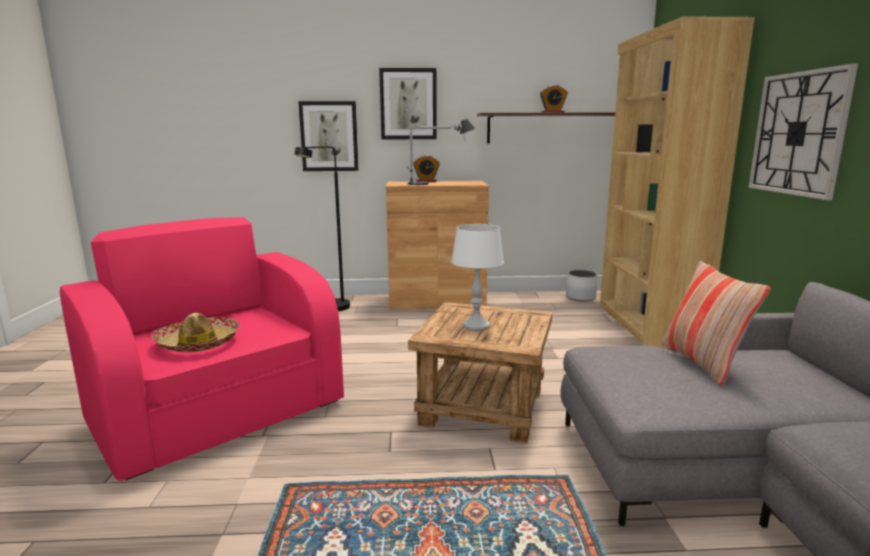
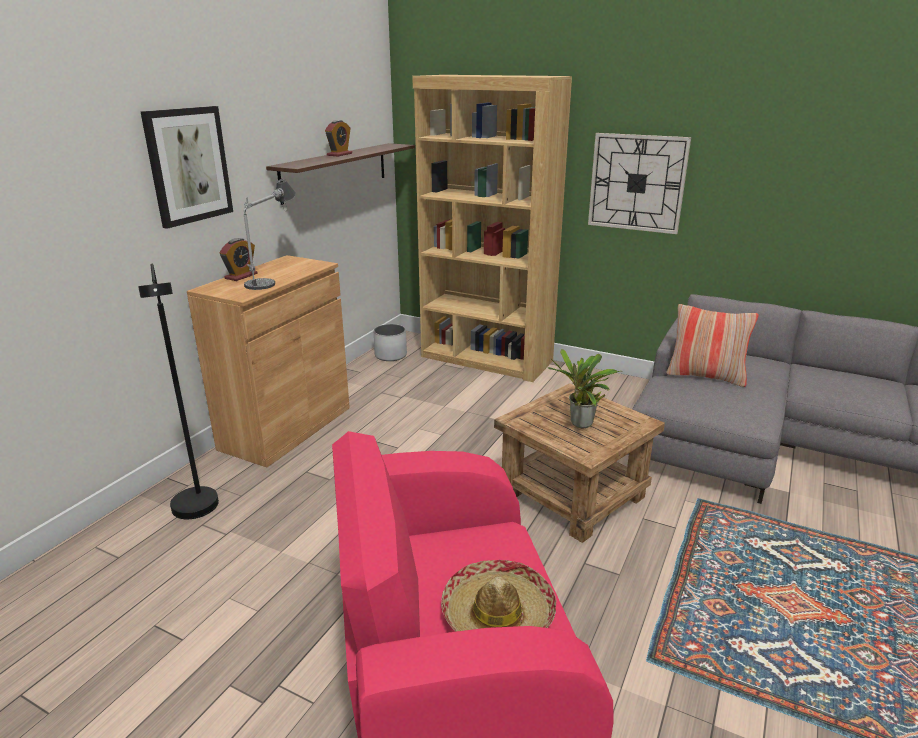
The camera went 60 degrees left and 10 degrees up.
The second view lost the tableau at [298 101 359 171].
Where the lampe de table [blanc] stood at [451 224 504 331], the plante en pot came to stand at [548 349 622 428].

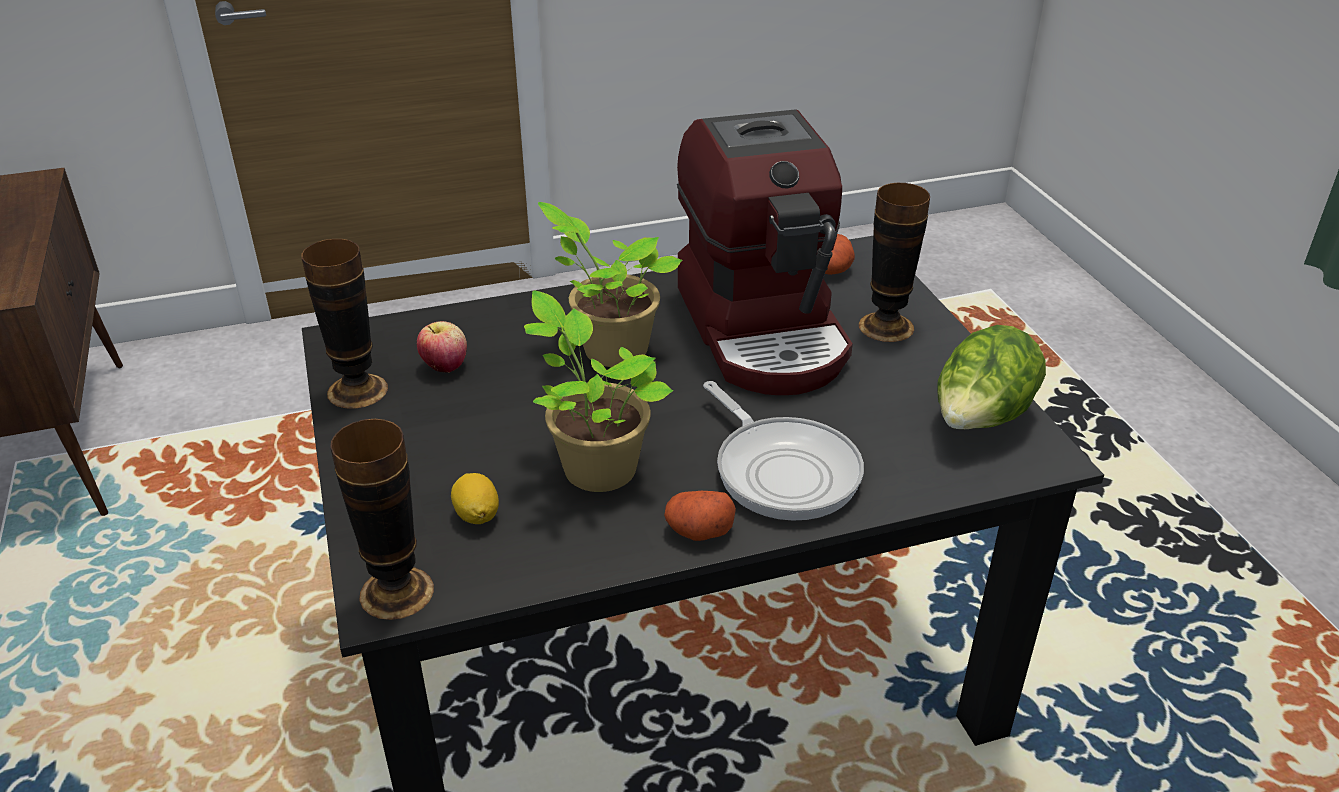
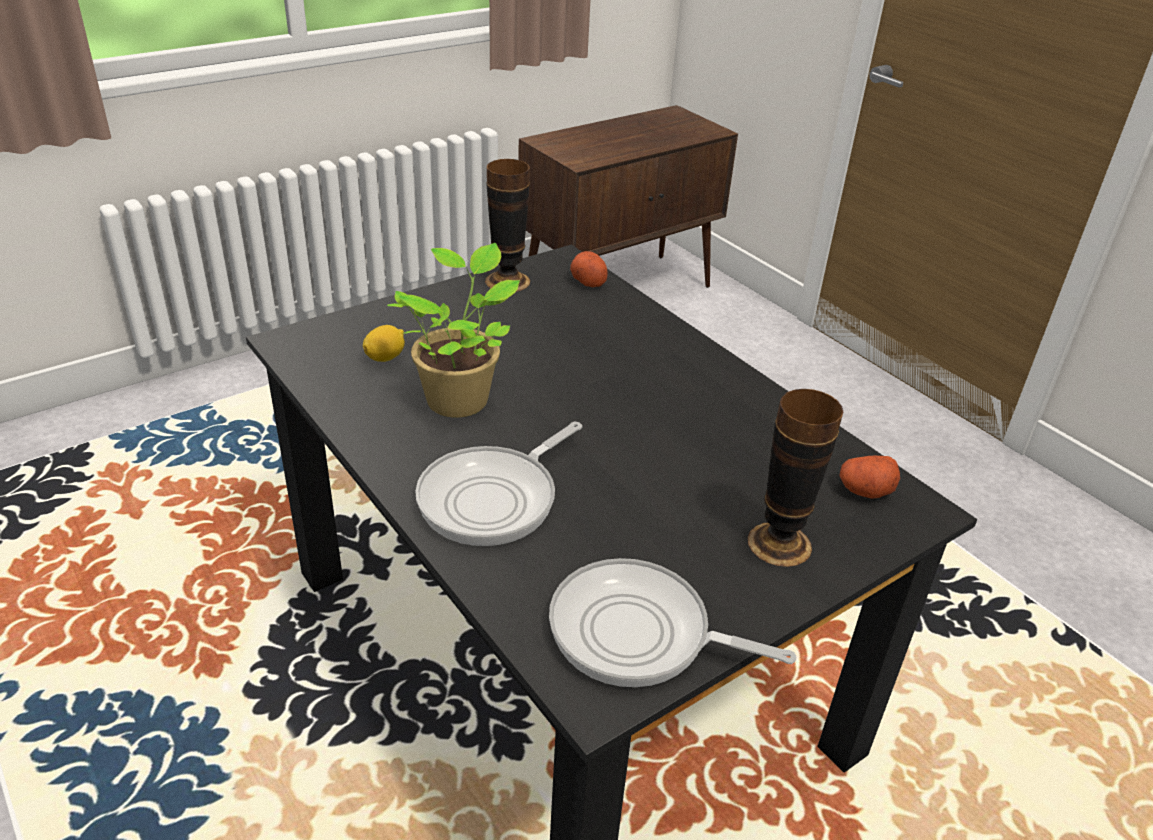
The camera went 70 degrees right and 0 degrees up.
The second view lost the vase at [330 419 434 620].
The second view lost the pomme at [417 321 467 373].
The second view lost the plante en pot at [538 202 682 367].
The second view lost the machine à café at [677 109 853 395].
The pomme de terre ended up elsewhere, having gone from [664 491 736 541] to [570 251 608 287].
Where the laitue stood at [937 325 1046 430], the poêle came to stand at [549 558 796 687].

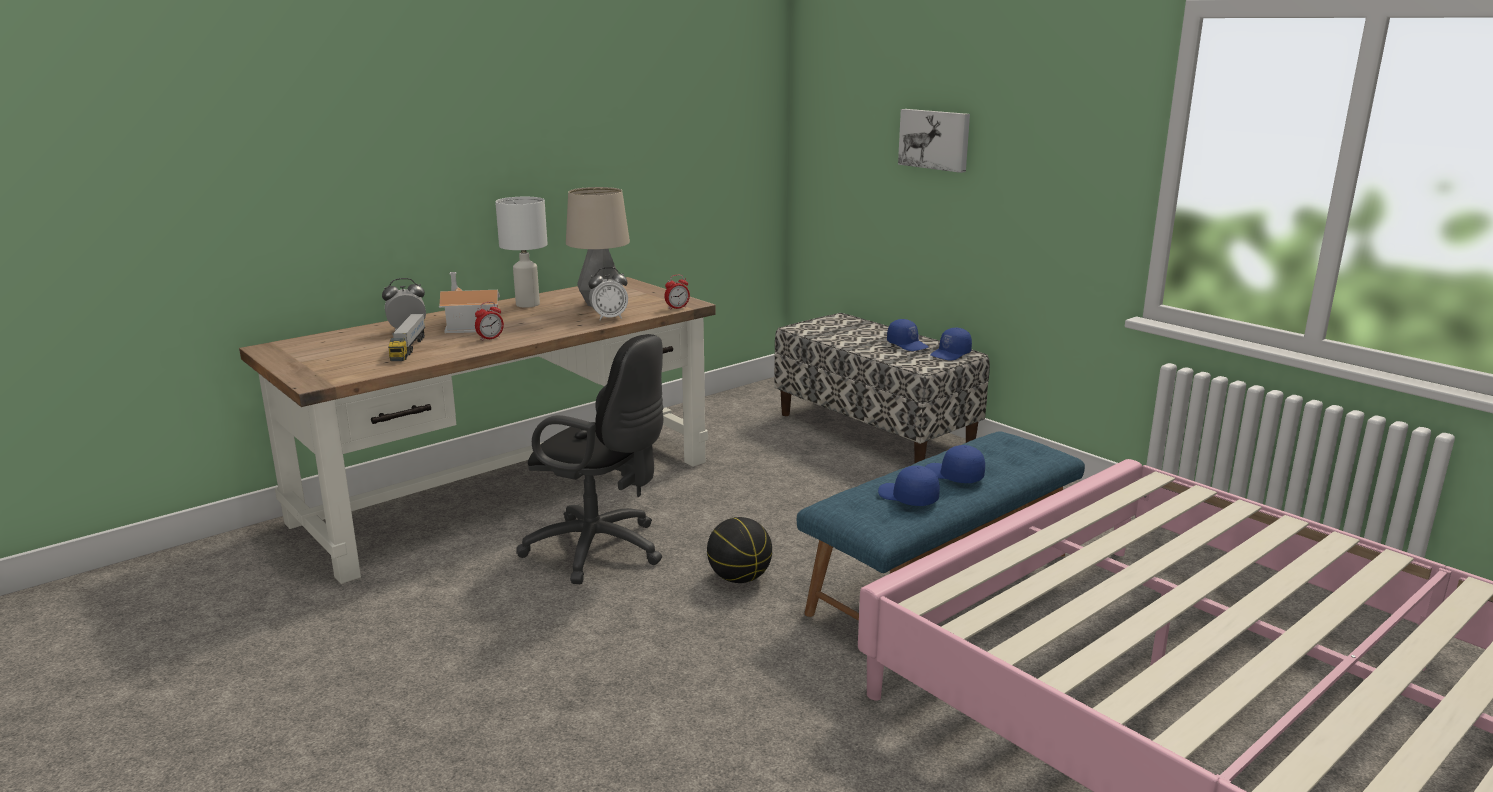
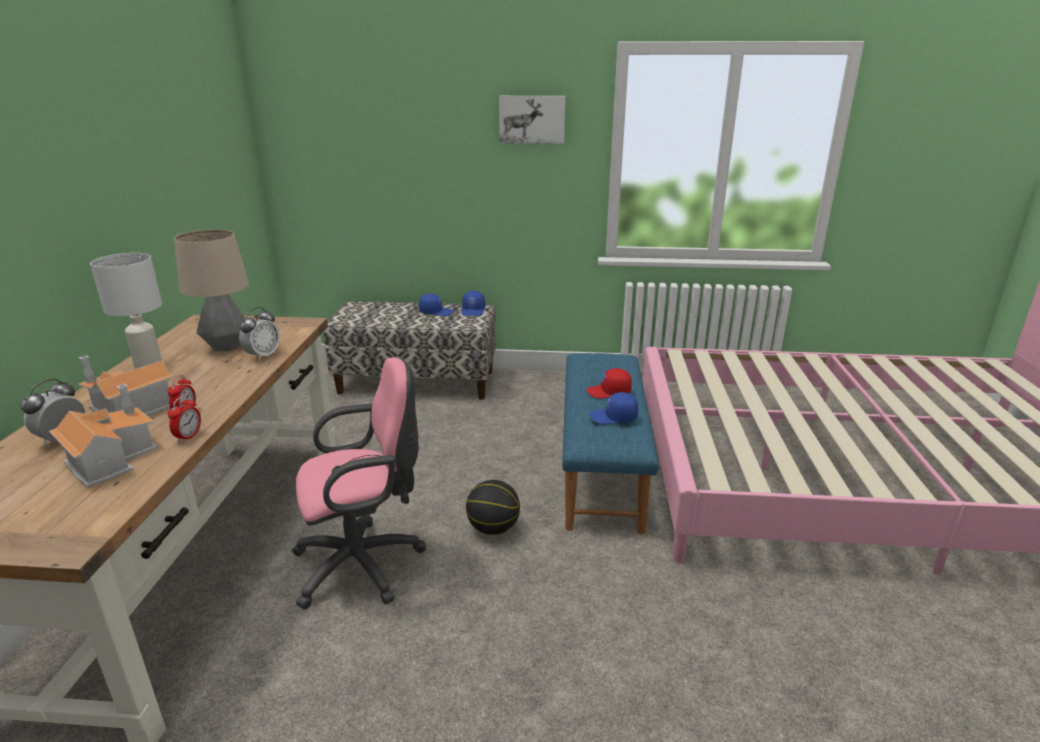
The camera went 45 degrees left and 5 degrees up.
The réveil ended up elsewhere, having gone from [664 275 690 310] to [168 396 201 443].
The tableau ended up elsewhere, having gone from [898 109 970 173] to [499 96 566 144].
Where the camion jouet stood at [388 314 425 361], the maison miniature came to stand at [49 384 158 488].
What was the chaise de bureau [noir] at [516 334 663 584] turned into the chaise de bureau [rose] at [292 357 426 609].
What was the casquette [bleu] at [925 445 985 483] turned into the casquette [rouge] at [587 368 632 398].

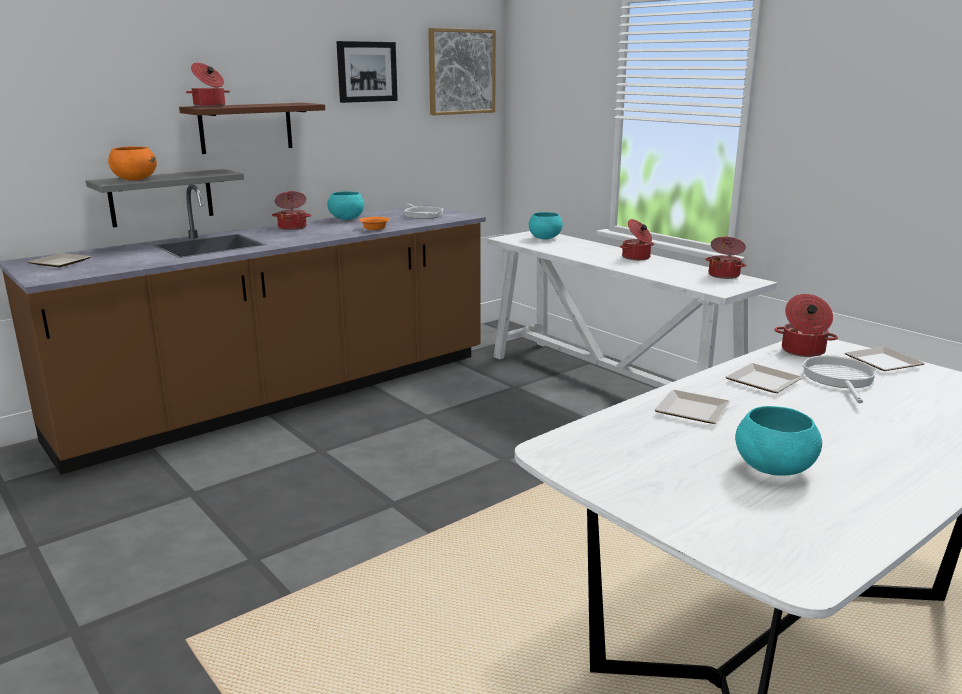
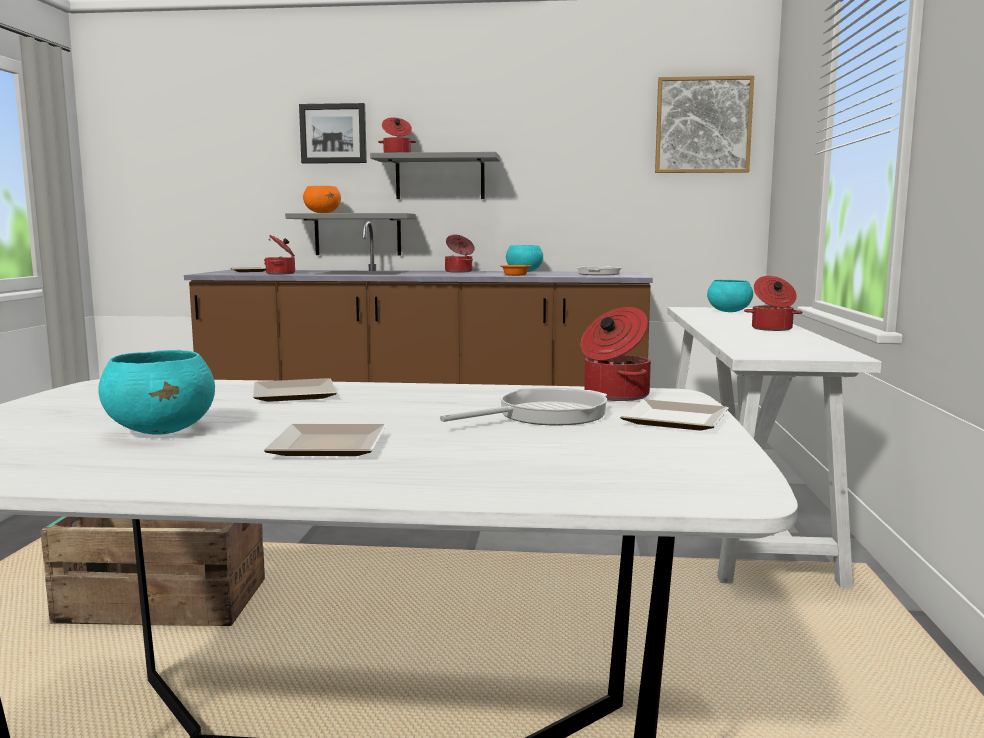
The camera went 45 degrees right and 10 degrees down.
The second view gained the caisse at [40 516 265 626].
The tableau ended up elsewhere, having gone from [336 41 398 103] to [299 103 367 164].
The marmite ended up elsewhere, having gone from [706 237 746 279] to [264 235 295 274].
The assiette ended up elsewhere, having gone from [725 363 803 393] to [263 424 387 456].
What was the étagère [marron] at [179 103 325 154] turned into the étagère [gris] at [370 152 500 199].

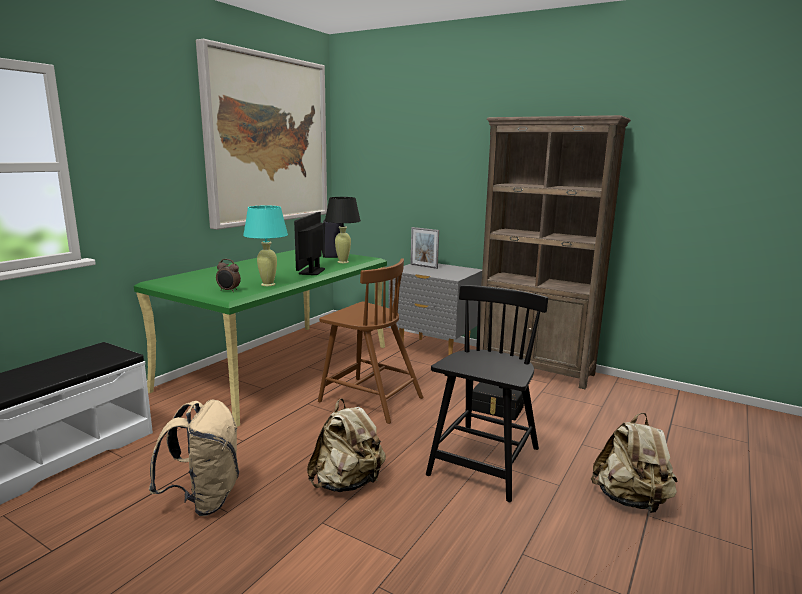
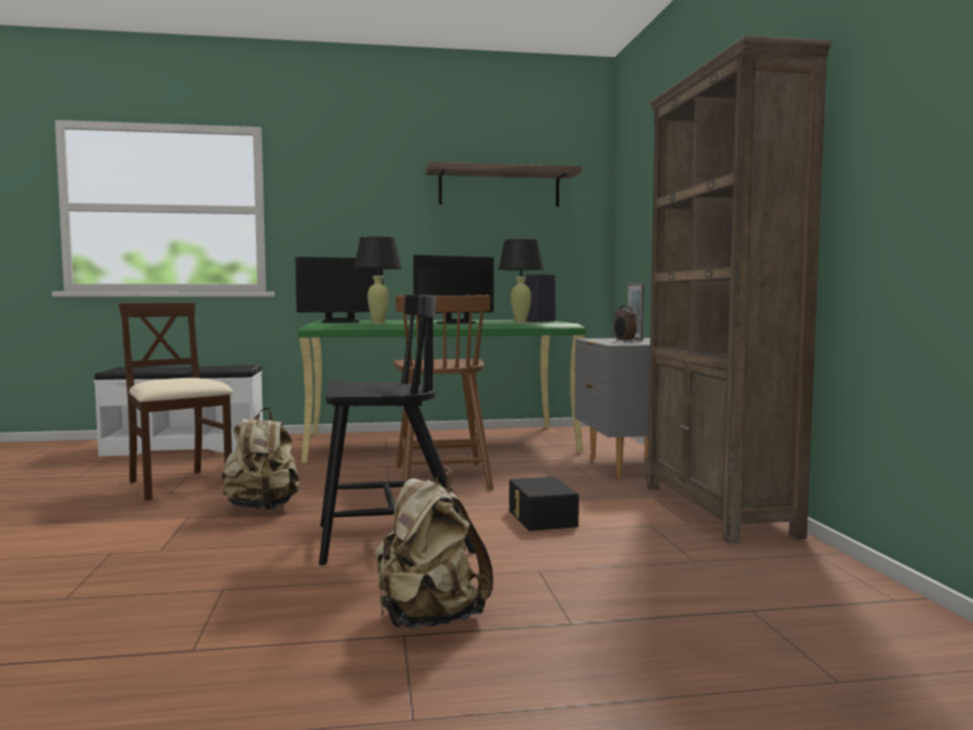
The camera went 50 degrees right and 10 degrees down.
The second view gained the écran d'ordinateur at [295 257 383 323].
The réveil ended up elsewhere, having gone from [216 259 241 292] to [613 305 637 342].
Where the sac à dos [beige] stood at [149 400 239 516], the chaise [beige] came to stand at [119 303 233 501].
Where the tableau hung at [196 39 327 230], the étagère came to hang at [426 162 582 207].
What was the lampe de table [turquoise] at [243 205 288 286] turned into the lampe de table [noir] at [354 236 401 324].

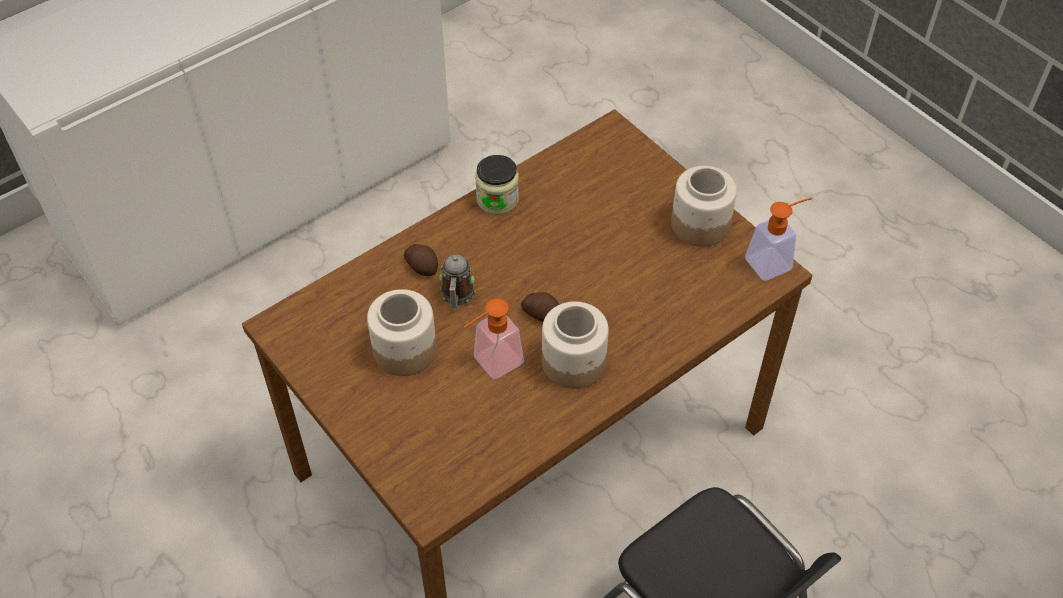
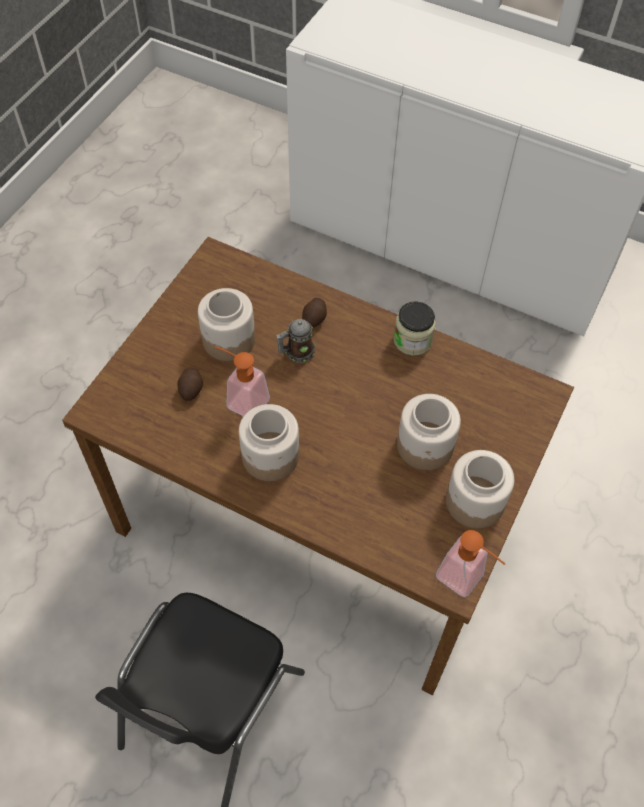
The camera went 65 degrees right and 5 degrees up.
The second view gained the bocal at [397 394 461 470].
The pomme de terre ended up elsewhere, having gone from [521 292 559 322] to [178 367 203 401].

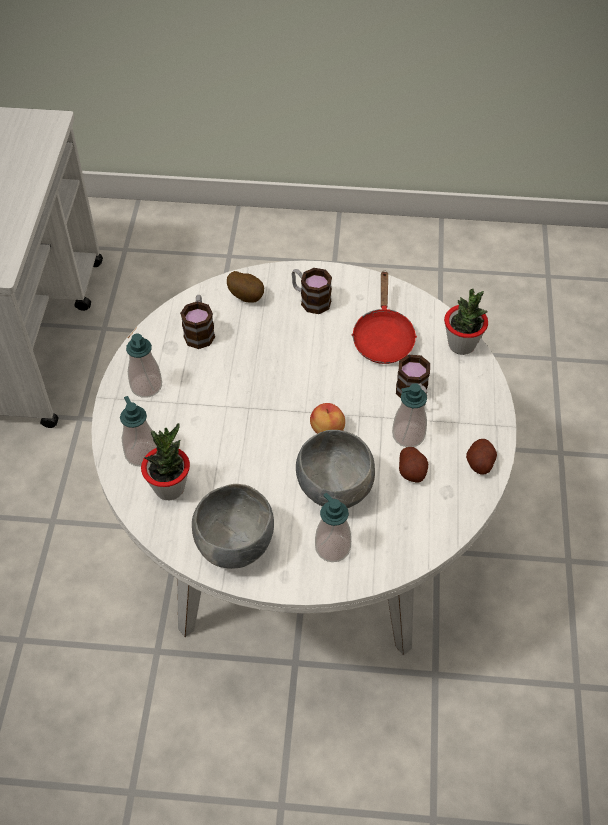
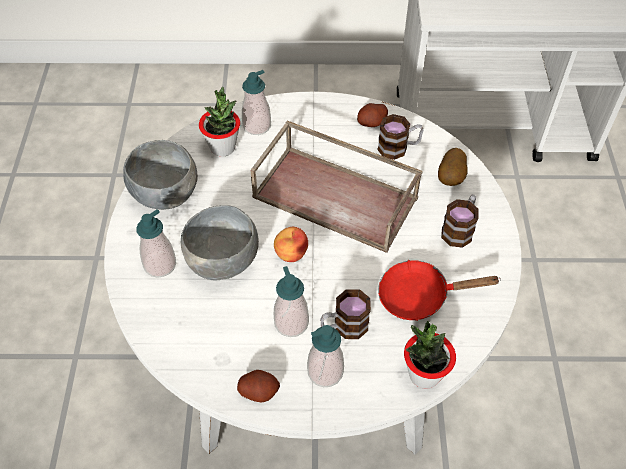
The camera went 85 degrees right and 0 degrees up.
The second view gained the plateau [marron] at [250 121 423 253].
The distributeur de savon ended up elsewhere, having gone from [126 334 162 398] to [307 325 344 387].
The pomme de terre ended up elsewhere, having gone from [399 447 428 482] to [357 103 388 127].

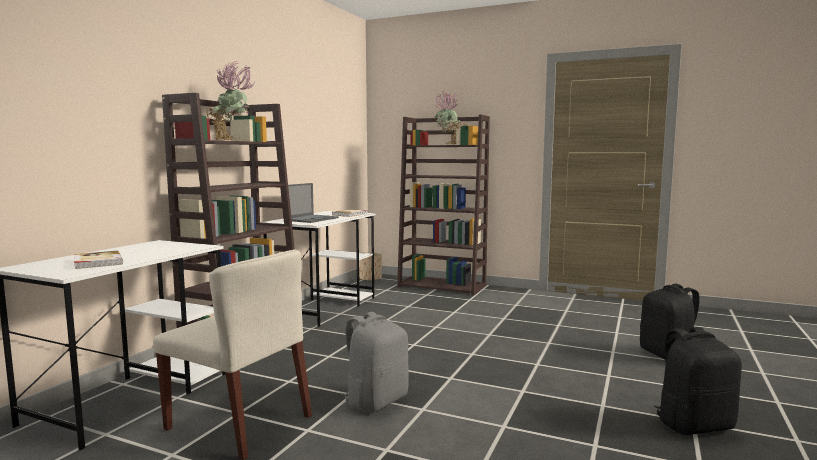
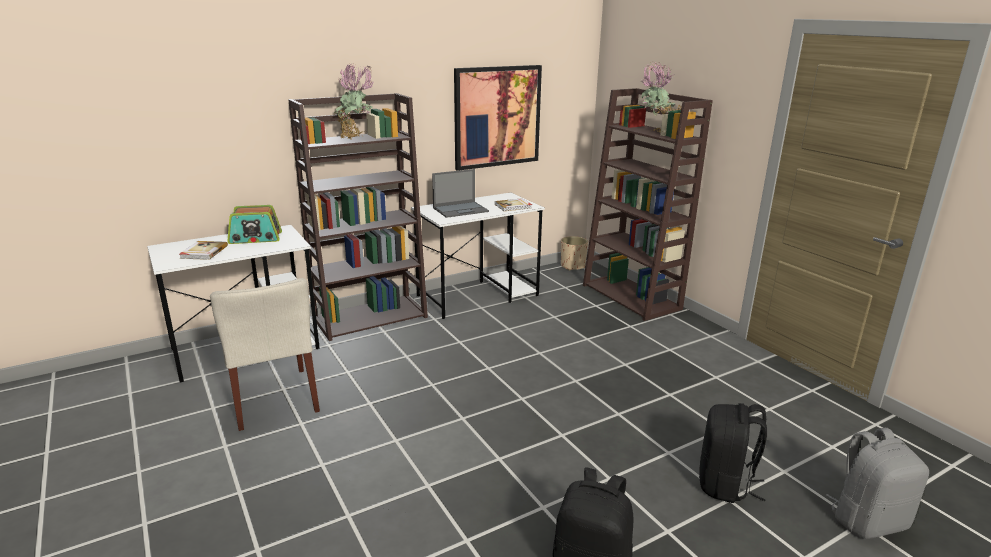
The camera went 35 degrees right and 15 degrees up.
The second view gained the radio at [227 205 282 244].
The second view gained the tableau at [454 65 542 171].
The sac à dos [gris] ended up elsewhere, having gone from [340 312 409 413] to [826 428 929 539].

